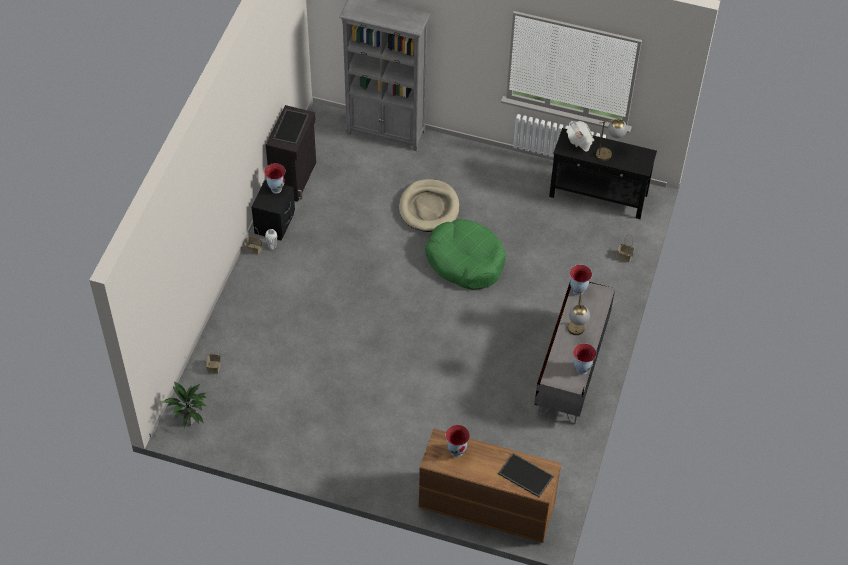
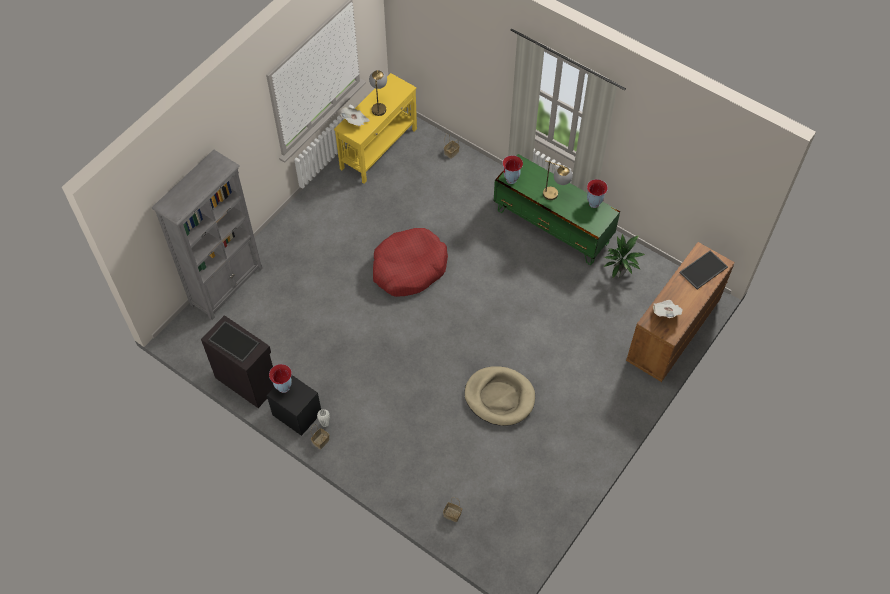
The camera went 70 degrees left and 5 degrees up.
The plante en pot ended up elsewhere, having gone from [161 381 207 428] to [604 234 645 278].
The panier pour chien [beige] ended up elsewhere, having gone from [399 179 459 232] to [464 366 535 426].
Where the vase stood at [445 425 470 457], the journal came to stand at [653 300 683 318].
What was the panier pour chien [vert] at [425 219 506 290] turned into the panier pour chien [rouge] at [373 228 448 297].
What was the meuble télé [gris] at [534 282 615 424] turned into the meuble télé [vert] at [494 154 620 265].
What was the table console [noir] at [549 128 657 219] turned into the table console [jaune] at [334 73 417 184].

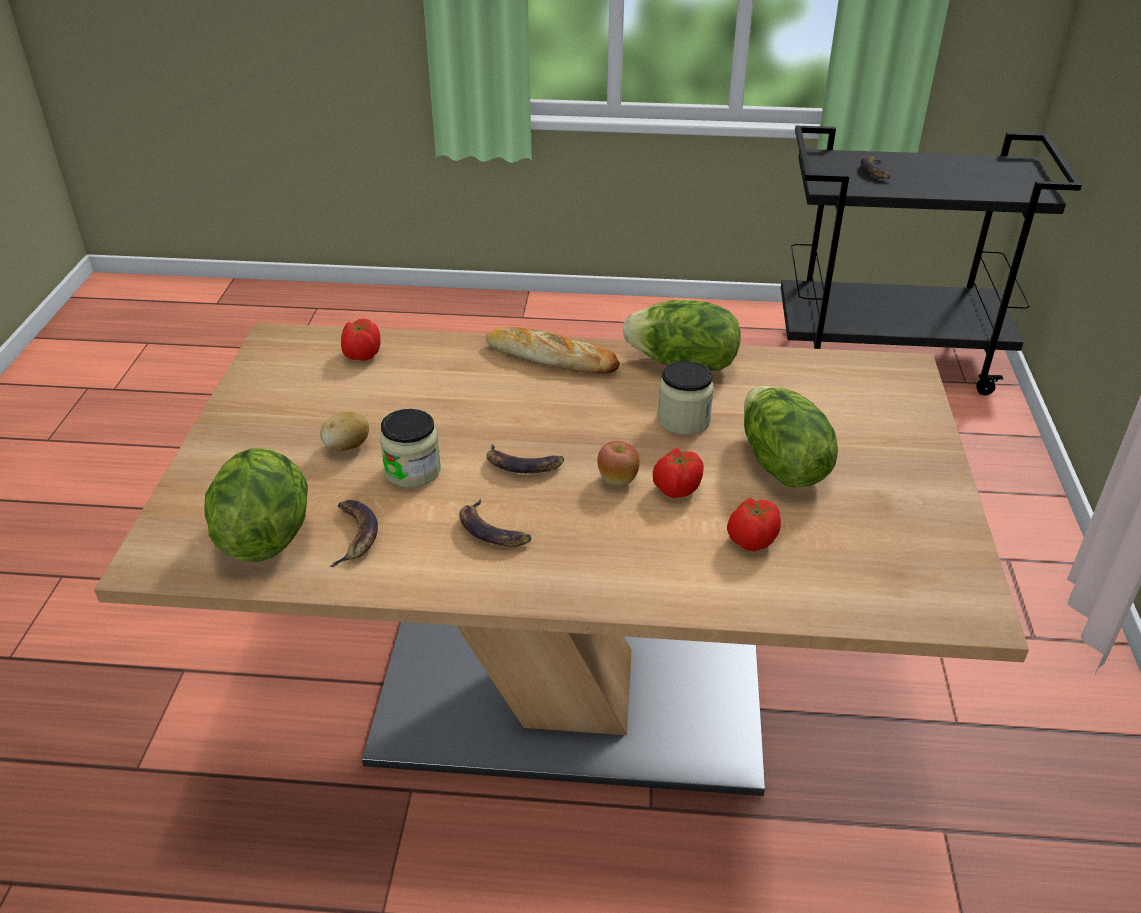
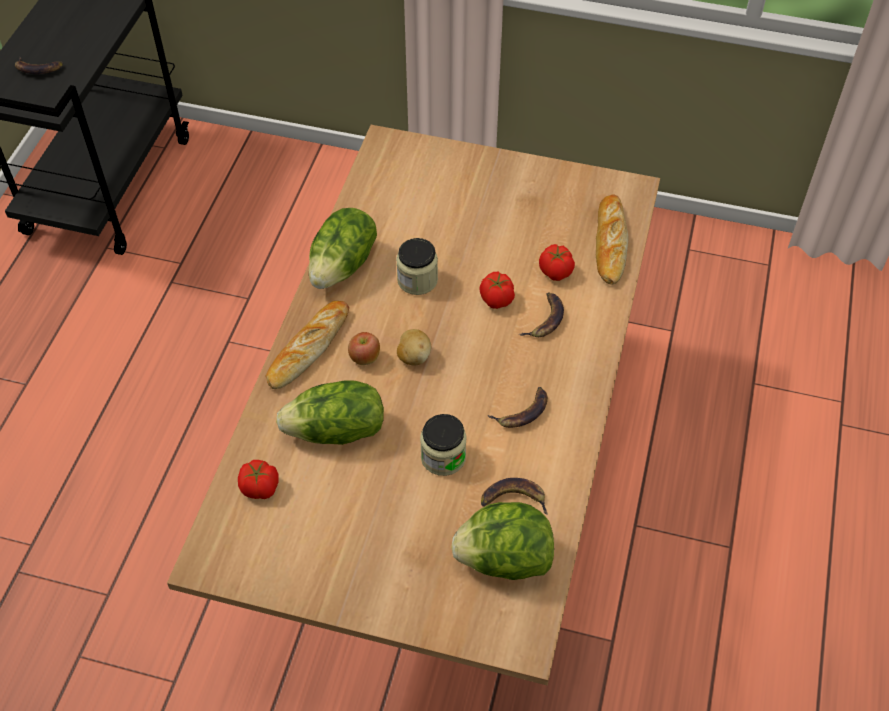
The camera went 80 degrees left and 15 degrees up.
The second view gained the pain at [596 194 628 285].
The pomme de terre ended up elsewhere, having gone from [320 412 369 451] to [397 329 431 365].
The banane ended up elsewhere, having gone from [486 444 564 473] to [519 292 564 337].
The pomme ended up elsewhere, having gone from [597 441 640 486] to [348 332 380 365].
The laitue ended up elsewhere, having gone from [744 386 838 487] to [276 380 384 445].

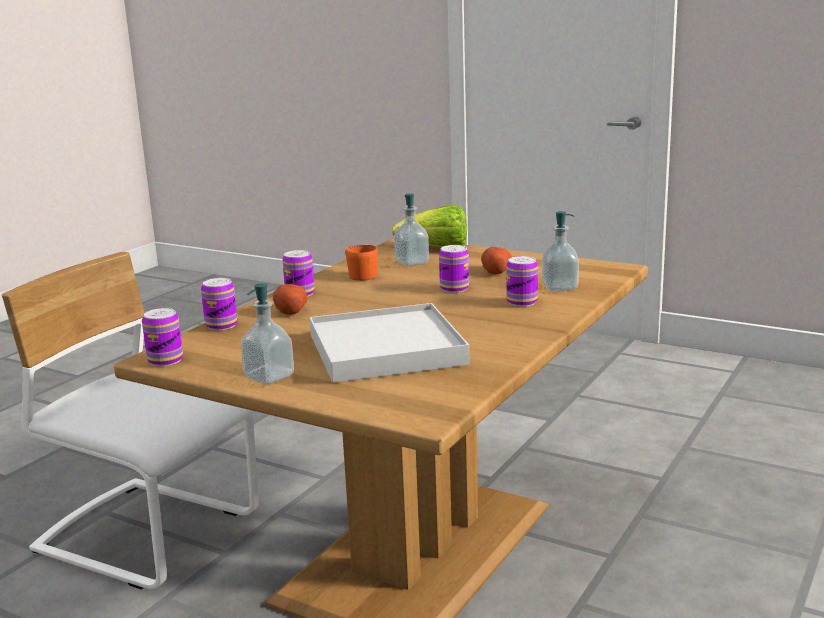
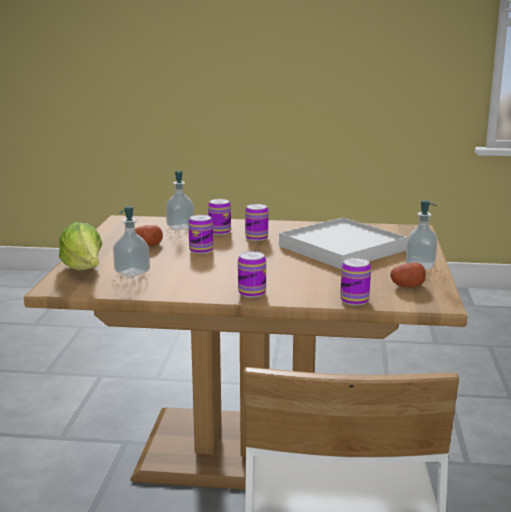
The camera went 115 degrees left and 0 degrees up.
The second view lost the mug [orange] at [345 245 378 281].
The boîte métallique ended up elsewhere, having gone from [142 308 183 366] to [245 204 268 241].
The pomme de terre ended up elsewhere, having gone from [273 284 307 315] to [390 262 426 288].

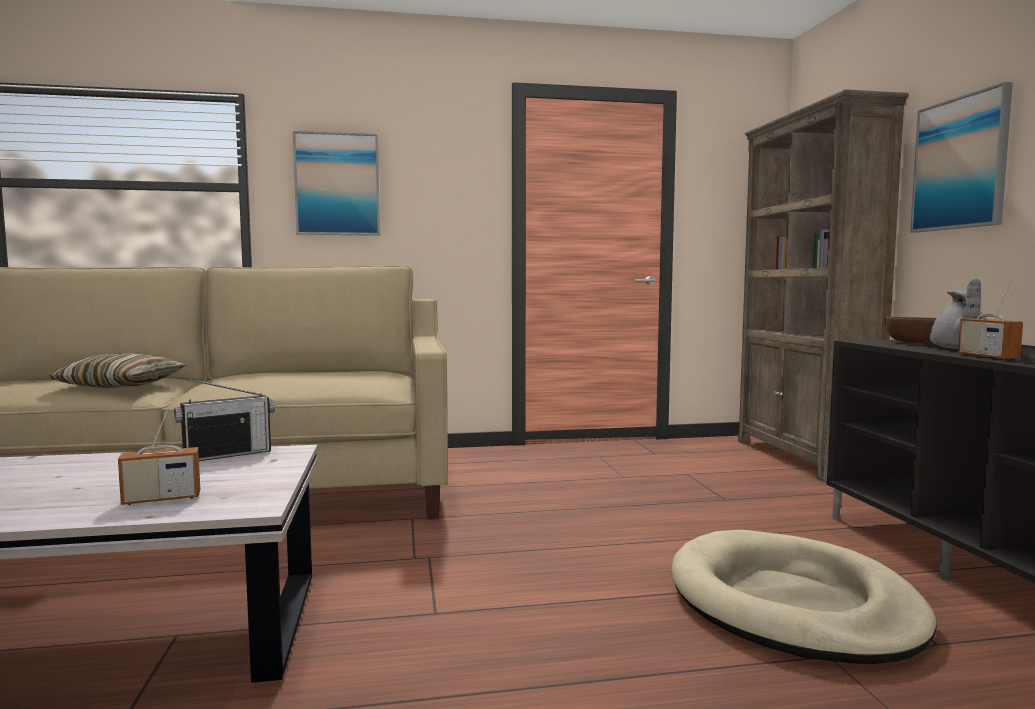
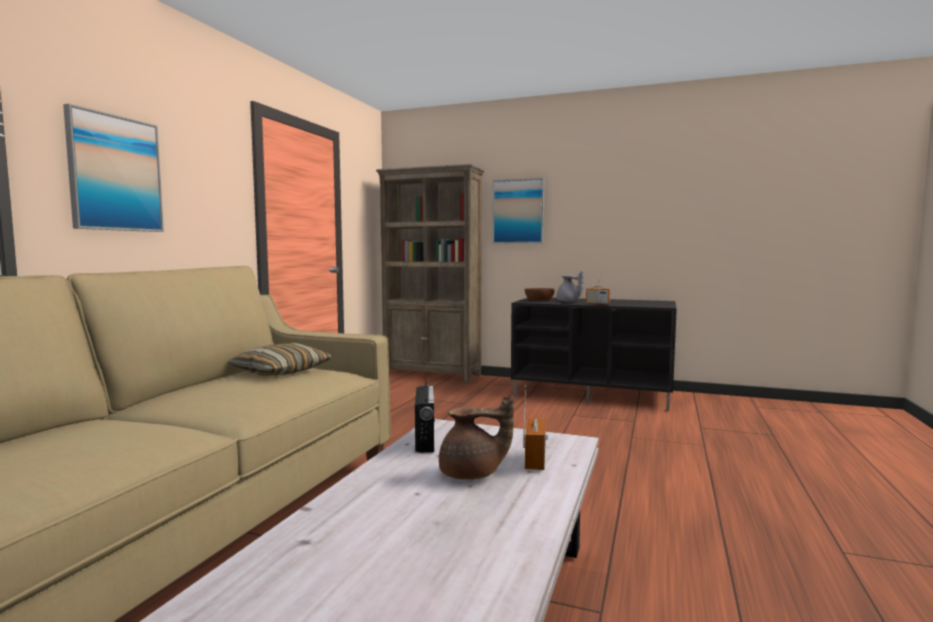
The camera went 60 degrees left and 0 degrees up.
The second view lost the panier pour chien [beige] at [672 530 937 664].
The second view gained the théière [marron] at [439 395 514 480].
The coussin ended up elsewhere, having gone from [48 353 186 388] to [228 343 332 376].

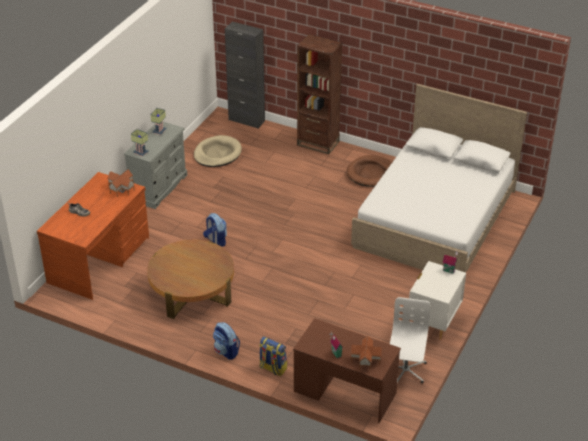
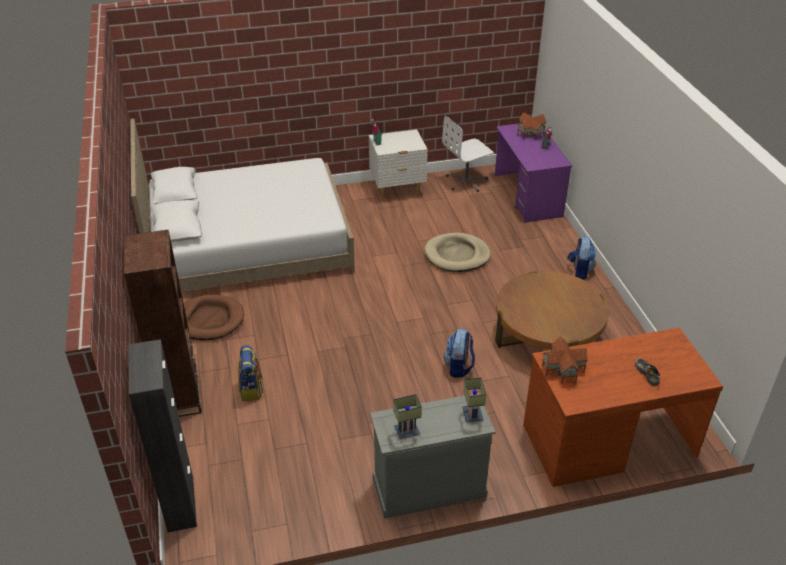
The camera went 130 degrees left and 0 degrees up.
The panier pour chien [beige] ended up elsewhere, having gone from [194 135 242 167] to [424 233 491 272].
The sac à dos ended up elsewhere, having gone from [259 336 287 376] to [238 345 263 401].
What was the bureau [marron] at [293 318 401 423] turned into the bureau [violet] at [495 124 572 223].

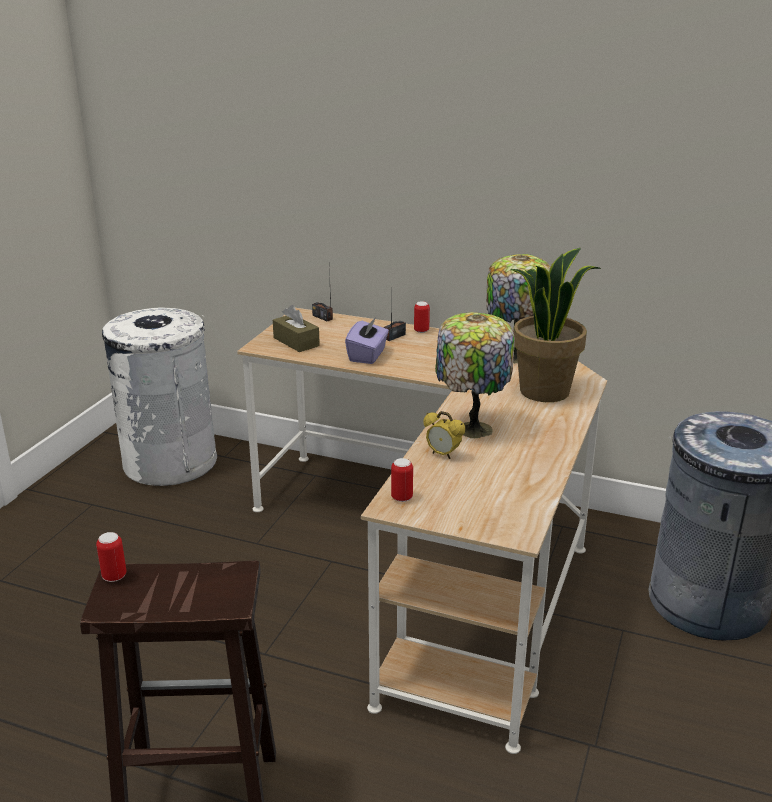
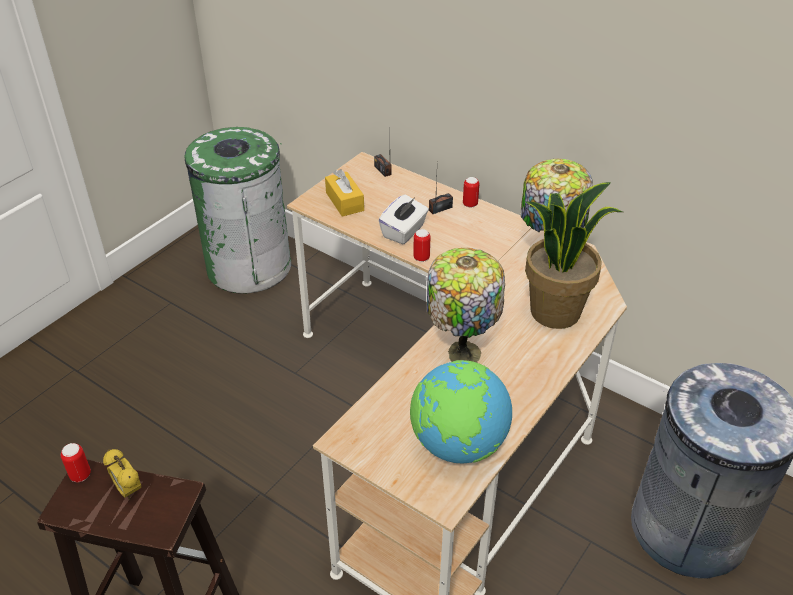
The camera went 15 degrees right and 15 degrees up.
The second view gained the globe at [410 360 512 464].
The boîte métallique ended up elsewhere, having gone from [391 458 413 502] to [413 229 430 262].
The réveil ended up elsewhere, having gone from [423 411 465 459] to [103 449 141 500].
What was the poubelle [blanc] at [102 308 217 486] turned into the poubelle [vert] at [184 127 291 294].
What was the boîte à mouchoirs [marron] at [273 305 320 352] turned into the boîte à mouchoirs [jaune] at [325 169 364 217].
What was the boîte à mouchoirs [violet] at [345 317 389 364] turned into the boîte à mouchoirs [blanc] at [379 194 429 244].

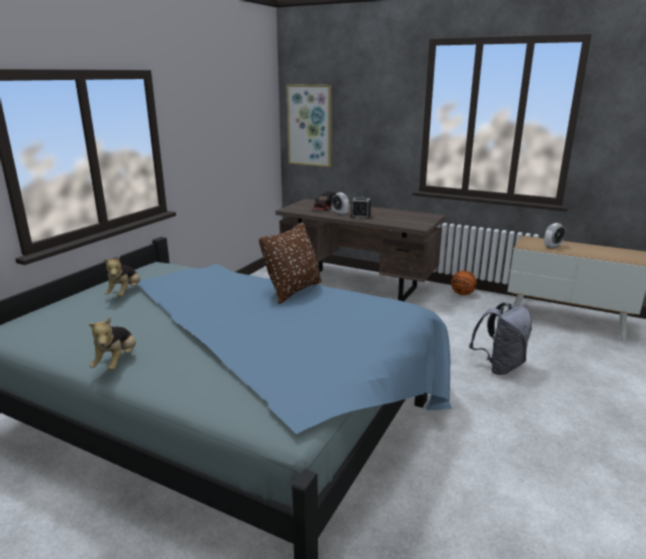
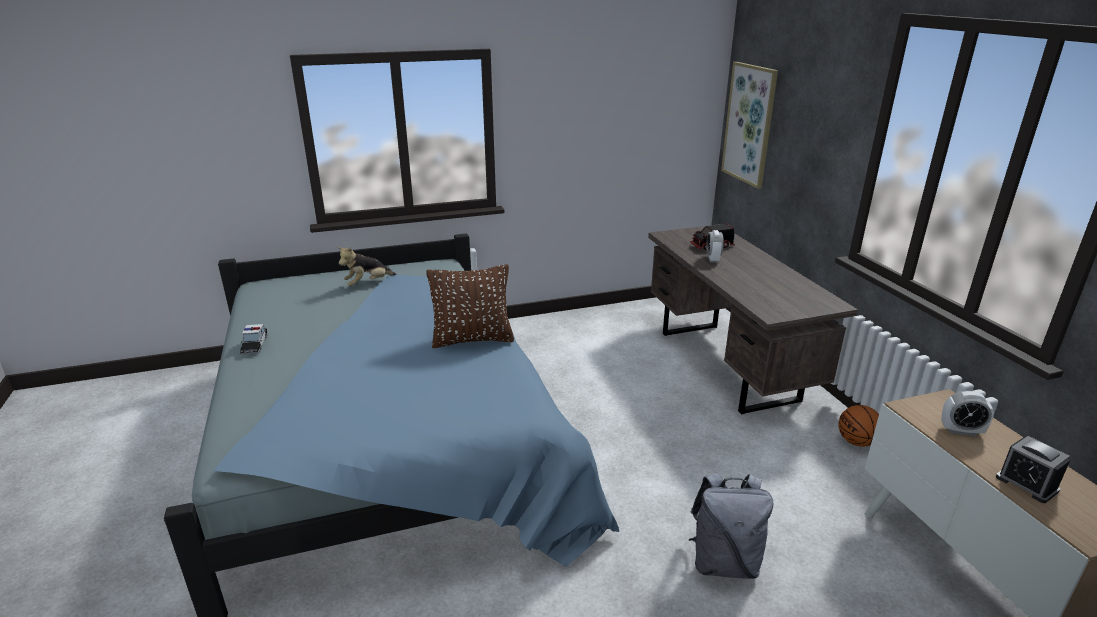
The camera went 45 degrees right and 5 degrees up.
The réveil ended up elsewhere, having gone from [350 197 371 219] to [996 436 1070 503].
Where the peluche stood at [89 318 136 371], the petite voiture came to stand at [240 324 267 354].

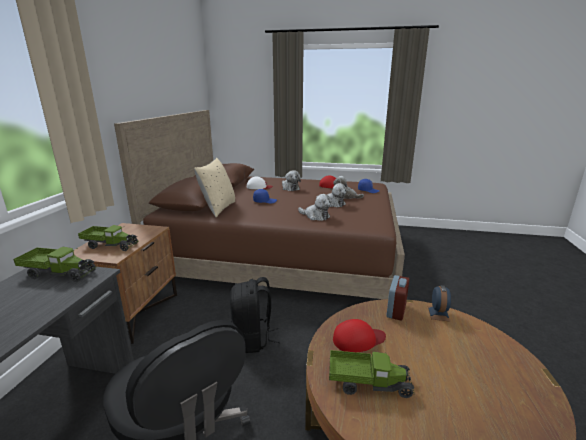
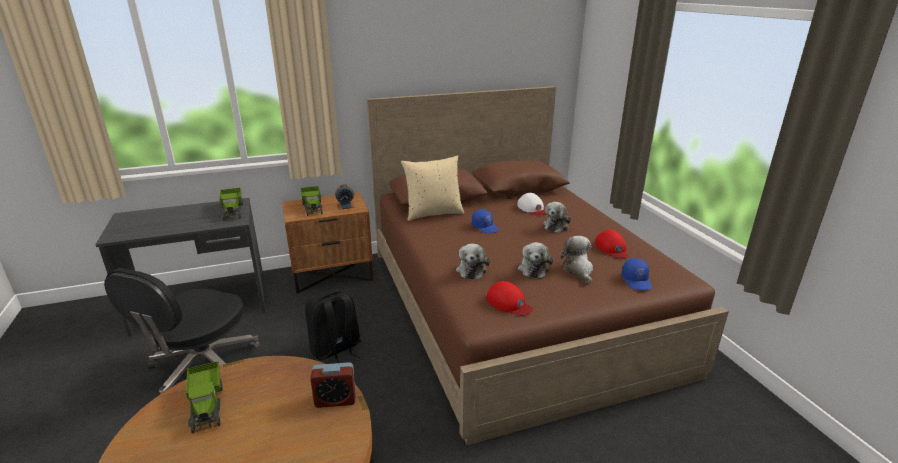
The camera went 60 degrees right and 5 degrees up.
The casquette [rouge] ended up elsewhere, having gone from [333 319 386 352] to [487 281 533 316].
The réveil ended up elsewhere, having gone from [428 285 451 322] to [335 184 355 210].

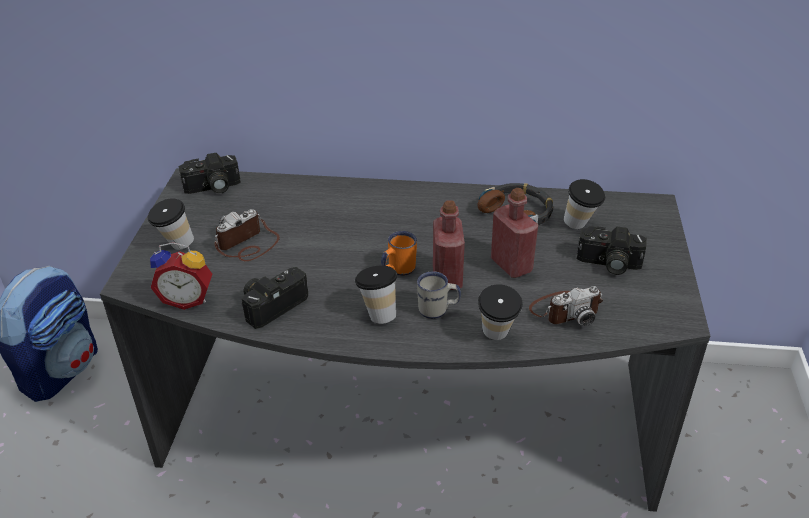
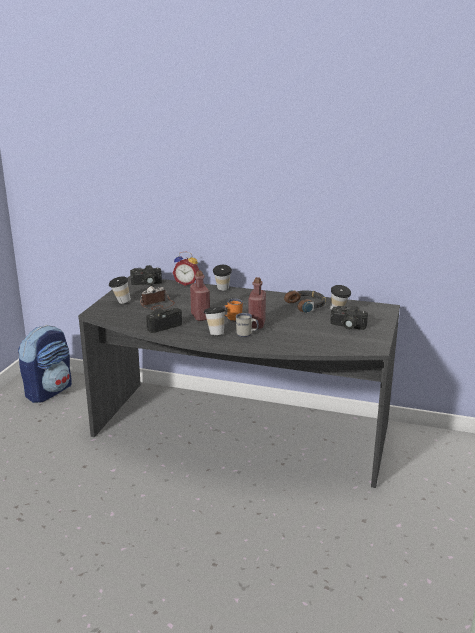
The camera went 10 degrees right and 15 degrees down.
The second view lost the appareil photo at [529 286 603 326].
The réveil ended up elsewhere, having gone from [150 242 212 310] to [173 251 199 286].
The tasse ended up elsewhere, having gone from [478 284 523 340] to [213 265 232 291].
The bouteille [rouge] ended up elsewhere, having gone from [491 188 538 278] to [190 271 210 321].

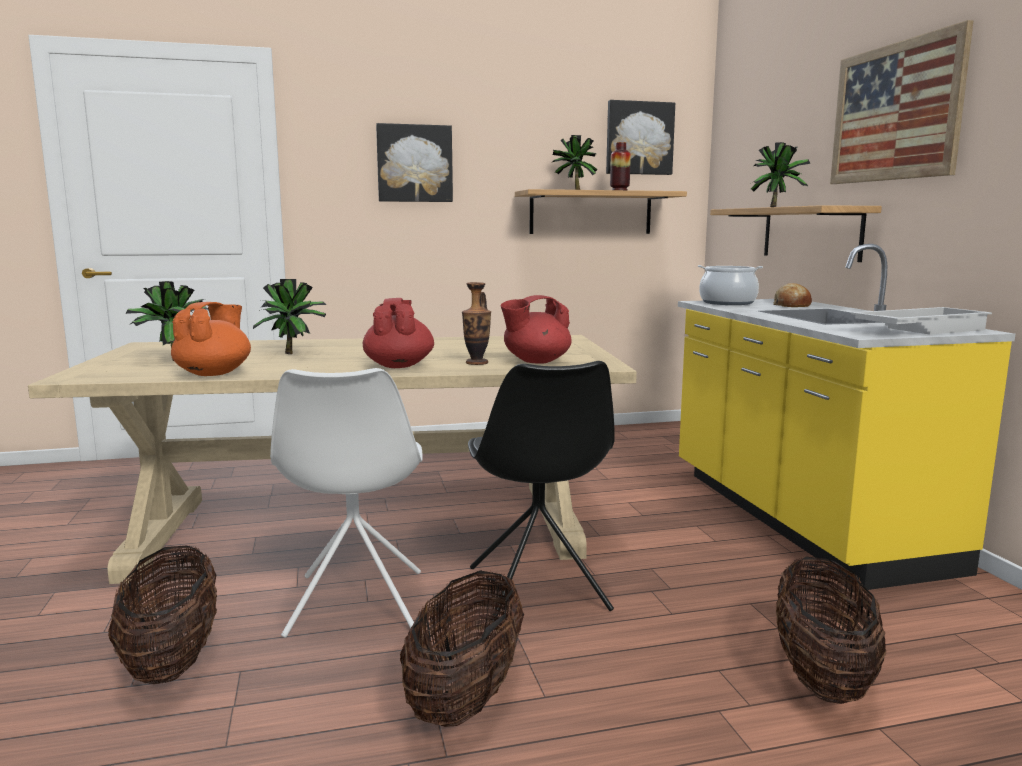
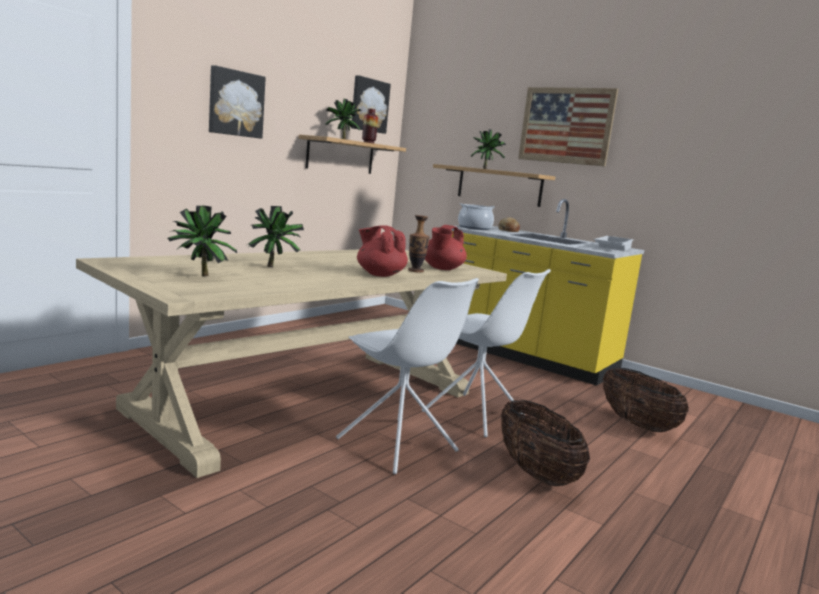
The camera went 40 degrees left and 0 degrees up.
The second view lost the panier at [108 545 217 684].
The second view lost the théière [orange] at [171 302 251 376].
What was the chaise [noir] at [468 361 615 621] turned into the chaise [blanc] at [422 269 551 437].

